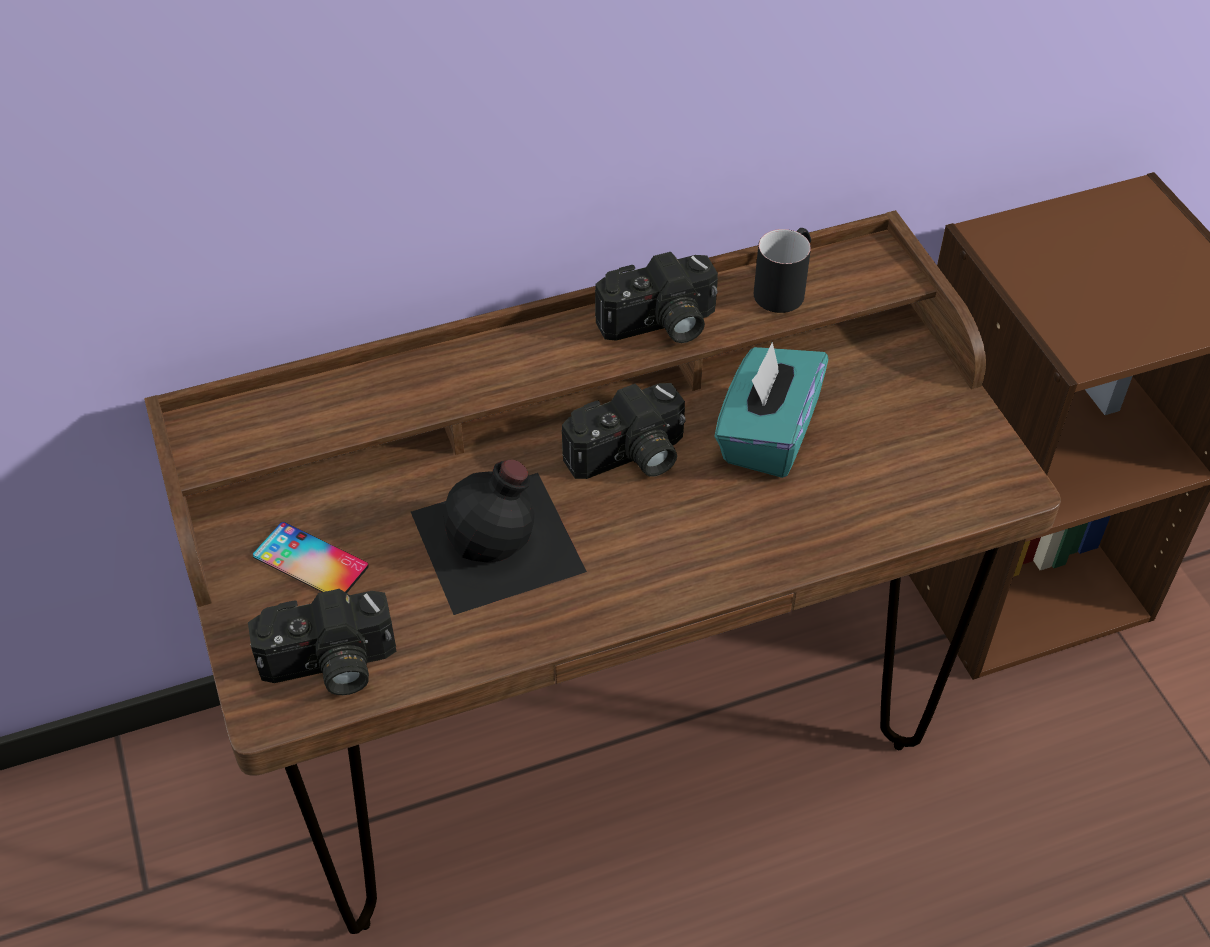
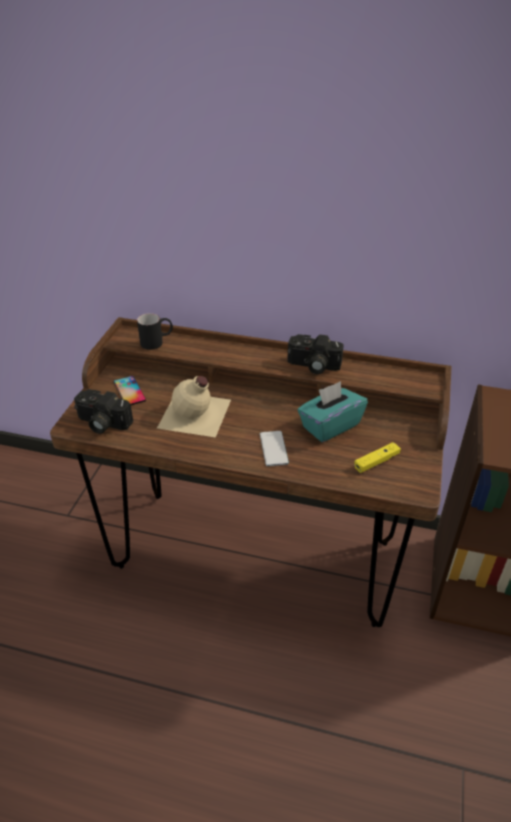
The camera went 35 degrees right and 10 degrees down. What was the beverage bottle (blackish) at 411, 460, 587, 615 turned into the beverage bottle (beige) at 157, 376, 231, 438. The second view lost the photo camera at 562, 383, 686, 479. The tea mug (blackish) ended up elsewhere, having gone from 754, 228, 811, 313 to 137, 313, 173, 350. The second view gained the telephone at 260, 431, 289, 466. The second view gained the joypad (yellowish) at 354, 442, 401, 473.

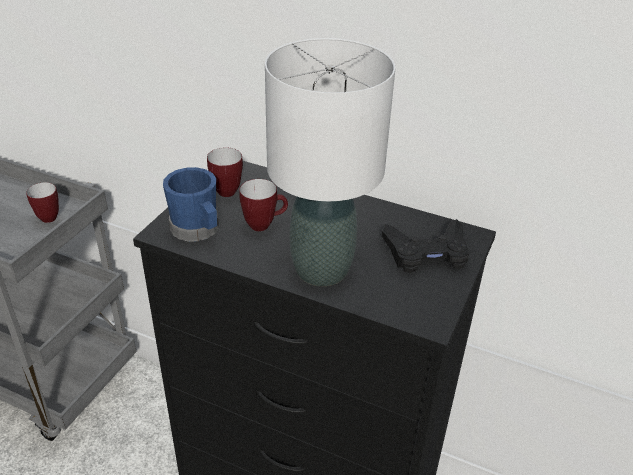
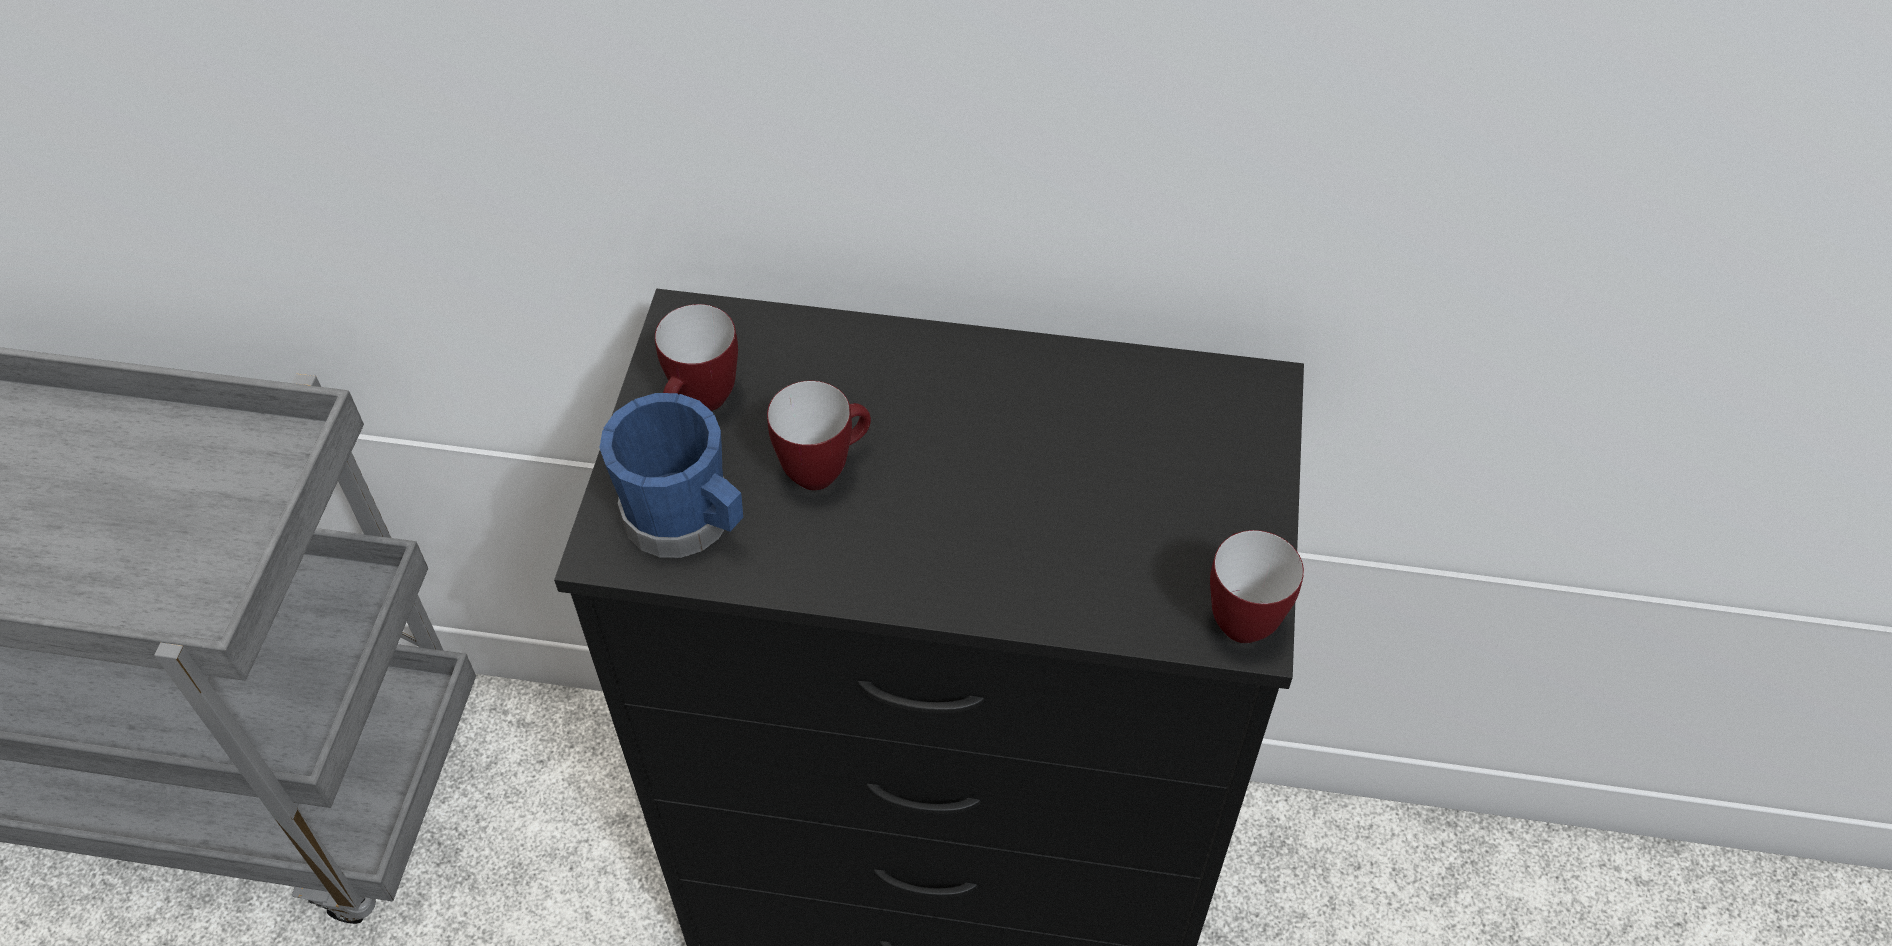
The camera went 15 degrees left and 15 degrees up. The tea mug ended up elsewhere, having gone from 26, 182, 59, 223 to 1210, 530, 1304, 643. The second view lost the lamp for a table (white-coloured) at 265, 38, 395, 286. The second view lost the joypad (blackish) at 382, 219, 470, 273.

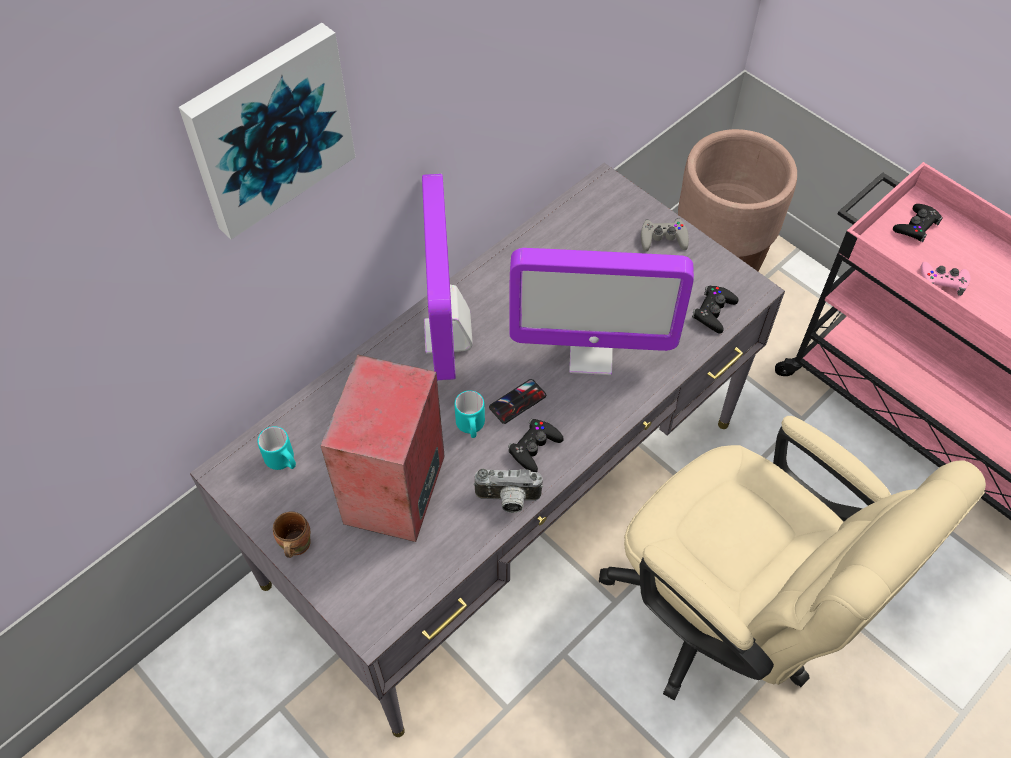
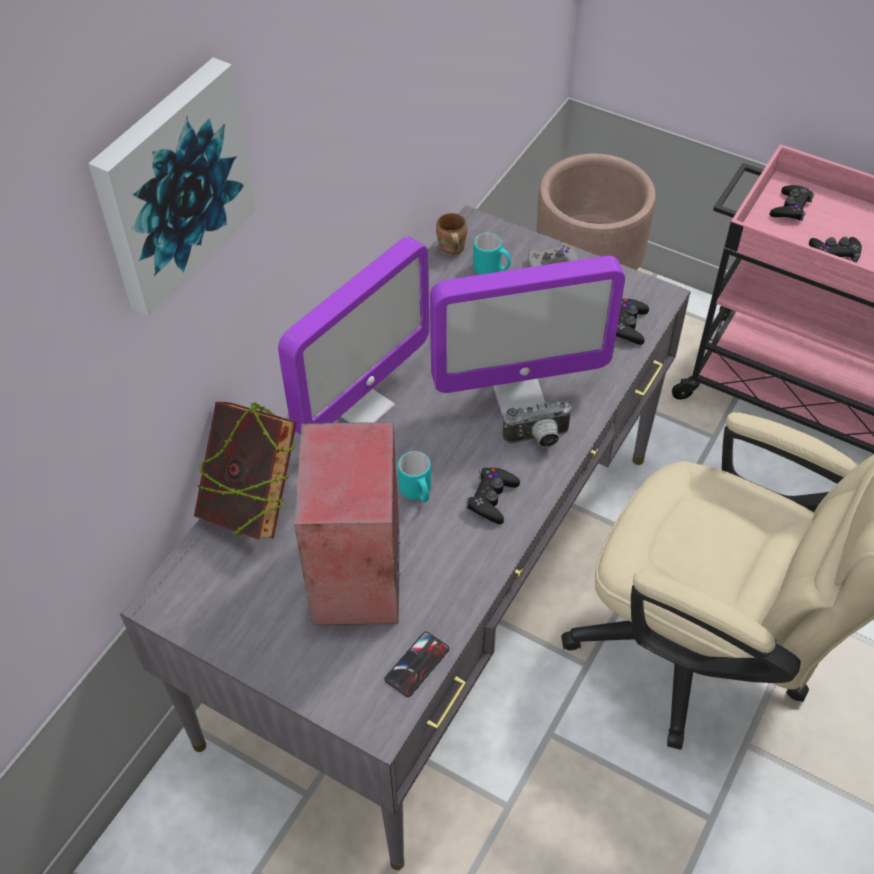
The camera went 15 degrees left and 5 degrees down. The tea mug (turquoise-coloured) ended up elsewhere, having gone from 257, 426, 296, 470 to 473, 233, 511, 275. The tea mug (brown-coloured) ended up elsewhere, having gone from 273, 511, 310, 558 to 436, 213, 467, 256. The computer screen at 422, 174, 473, 380 ended up facing another way, 120 degrees counterclockwise from before. The photo camera ended up elsewhere, having gone from 473, 469, 543, 513 to 503, 400, 573, 448. The telephone ended up elsewhere, having gone from 489, 379, 546, 424 to 384, 631, 449, 697. What was the joypad (pink-coloured) at 921, 262, 970, 296 turned into the joypad (blackish) at 809, 237, 862, 263. The second view gained the volume at 194, 402, 297, 540.

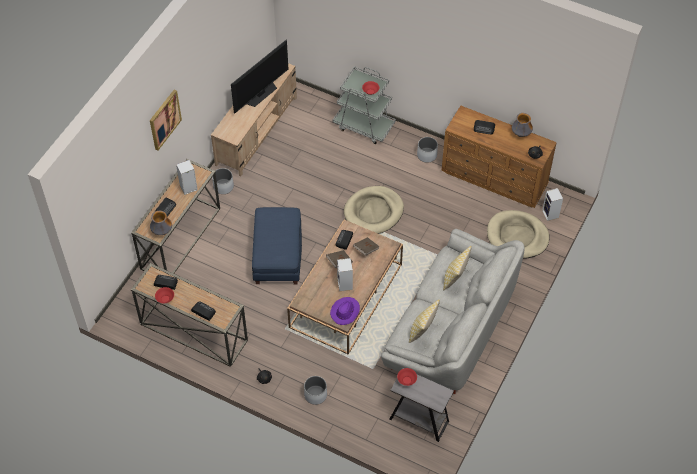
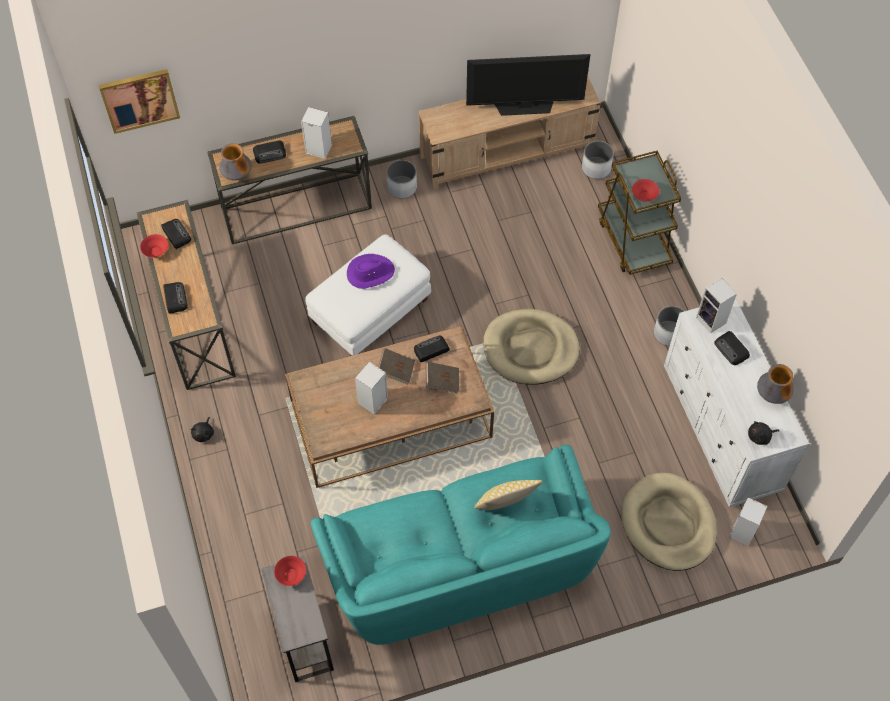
The camera went 45 degrees right and 5 degrees up. The picture ended up elsewhere, having gone from 150, 89, 182, 151 to 98, 69, 180, 134. What was the pouffe (bluish) at 252, 207, 302, 285 turned into the pouffe (white-coloured) at 305, 234, 431, 356. The plant pot (white-coloured) ended up elsewhere, having gone from 304, 376, 327, 405 to 582, 141, 614, 179. The wearable hat (purple-coloured) ended up elsewhere, having gone from 330, 297, 360, 325 to 347, 254, 395, 289. What was the trolley (grey) at 333, 66, 396, 144 turned into the trolley (brown-coloured) at 598, 150, 681, 275. What was the settee (grey) at 381, 229, 525, 394 turned into the settee (turquoise-coloured) at 311, 445, 611, 645. The second view lost the throw pillow at 409, 299, 440, 343. What was the dresser (brown-coloured) at 441, 105, 557, 208 turned into the dresser (white-coloured) at 664, 298, 809, 507. The second view gained the speaker at 696, 278, 737, 333.

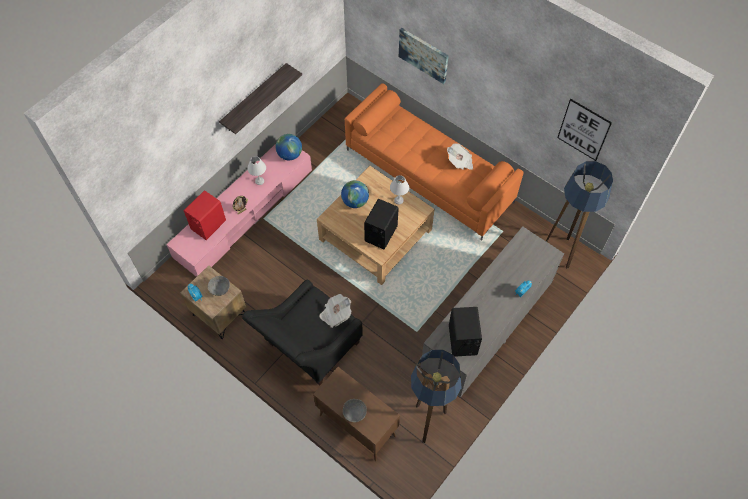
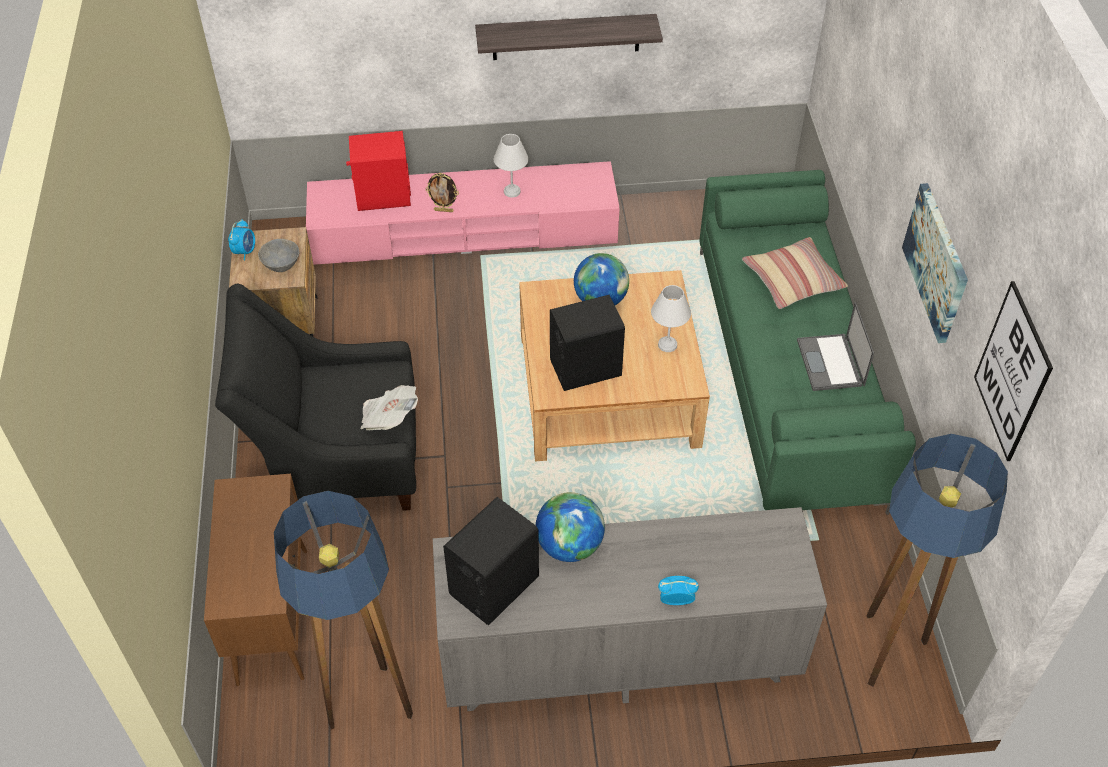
The camera went 45 degrees right and 10 degrees down. The world globe ended up elsewhere, having gone from 276, 134, 302, 160 to 536, 492, 605, 562. The second view lost the bowl (grey) at 343, 399, 367, 422. What was the settee (orange) at 345, 83, 524, 241 turned into the settee (green) at 699, 170, 916, 515. The picture ended up elsewhere, having gone from 399, 28, 449, 84 to 902, 183, 968, 343. Where the printed paper stood at 447, 143, 473, 170, the portable computer came to stand at 797, 302, 874, 391. The second view gained the throw pillow at 742, 237, 848, 309.

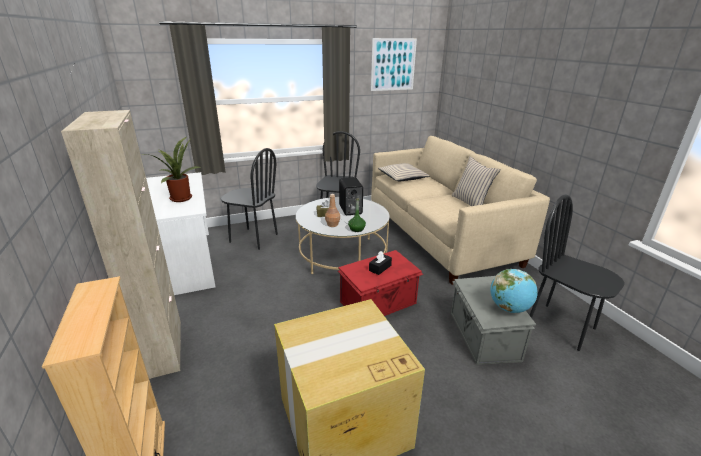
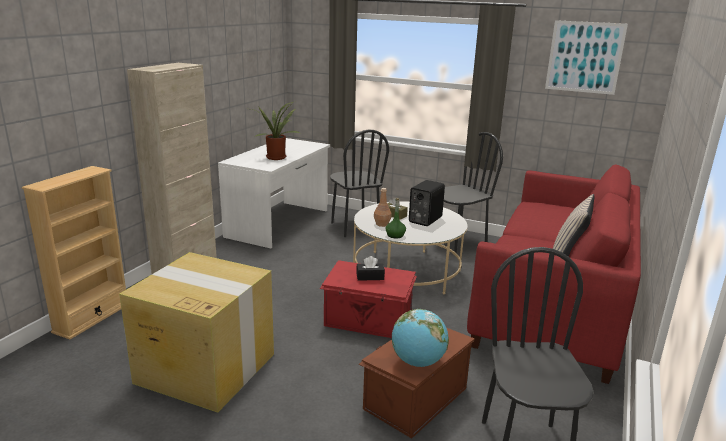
The camera went 45 degrees right and 5 degrees down. What was the settee (beige) at 371, 136, 550, 285 turned into the settee (reddish) at 467, 165, 641, 384. The second view lost the throw pillow (beige) at 378, 163, 430, 181. What was the storage bin (grey) at 451, 276, 536, 365 turned into the storage bin (brown-coloured) at 359, 328, 475, 439.

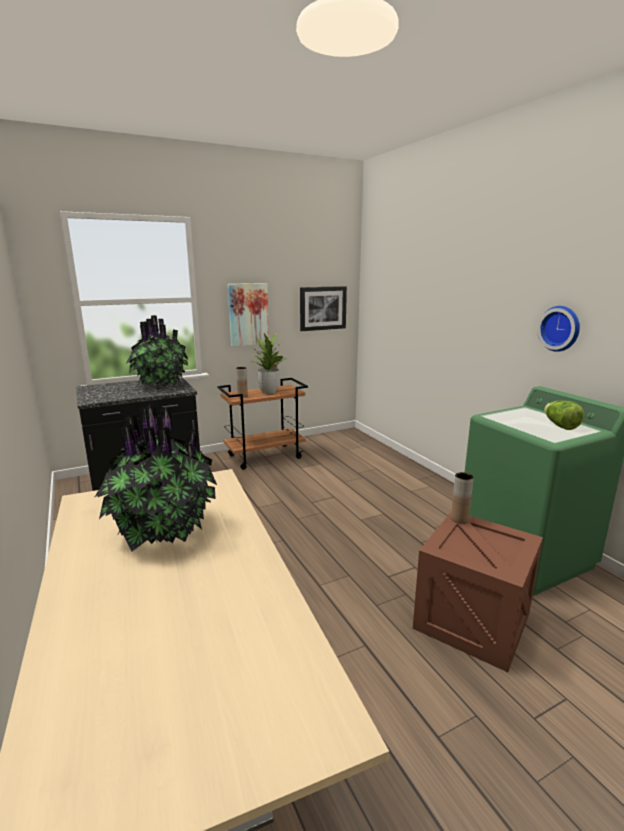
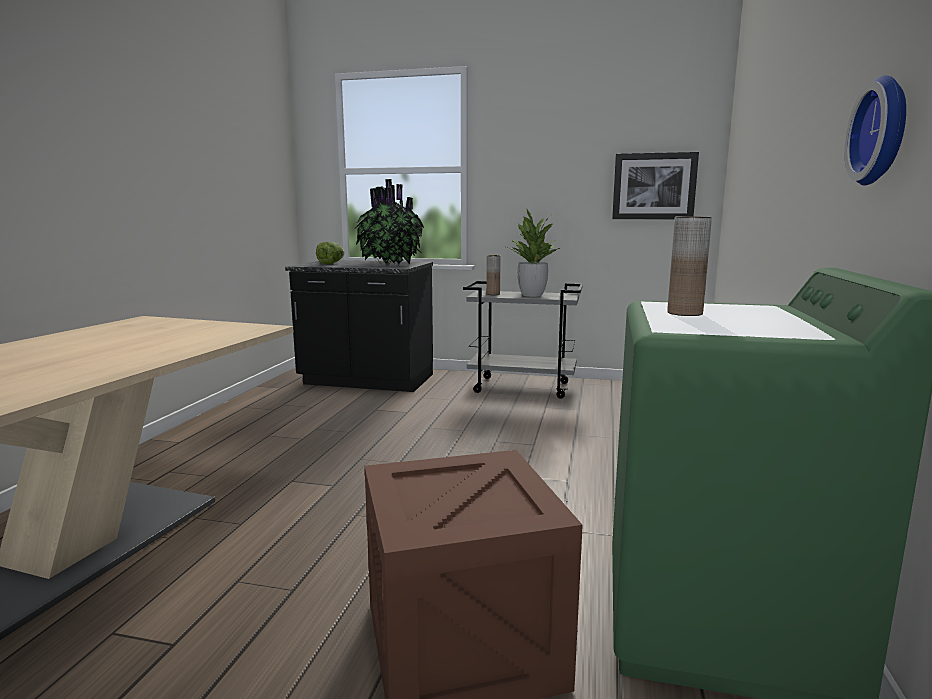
The camera went 40 degrees right and 5 degrees down. The second view lost the houseplant at 95, 403, 217, 552. What was the trolley (brown-coloured) at 217, 378, 308, 470 turned into the trolley (grey) at 463, 281, 583, 399. The second view lost the picture at 228, 283, 269, 347. The decorative vase (brown-coloured) ended up elsewhere, having gone from 451, 472, 474, 524 to 667, 217, 712, 316. The head of lettuce ended up elsewhere, having gone from 544, 401, 584, 430 to 316, 241, 345, 264.

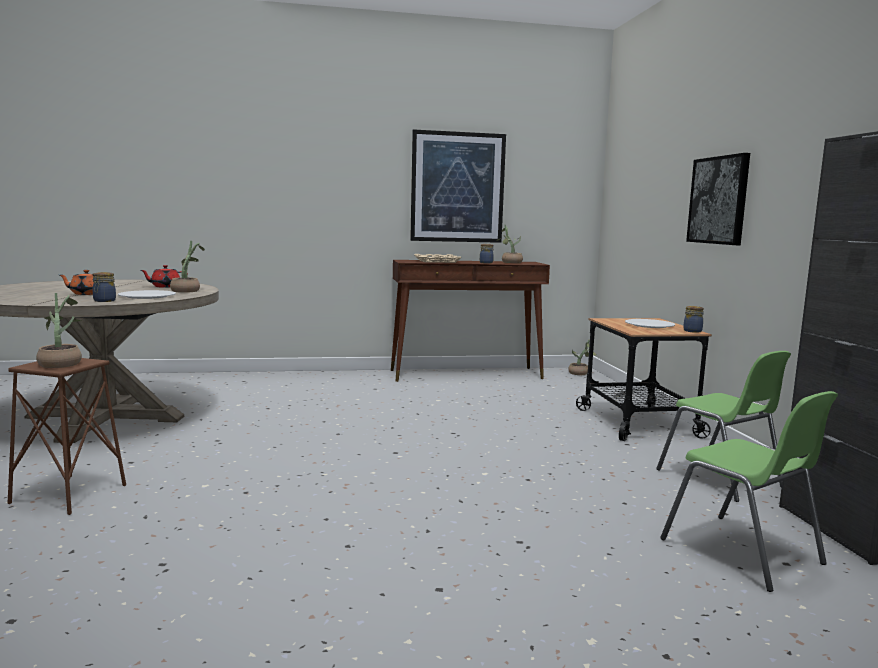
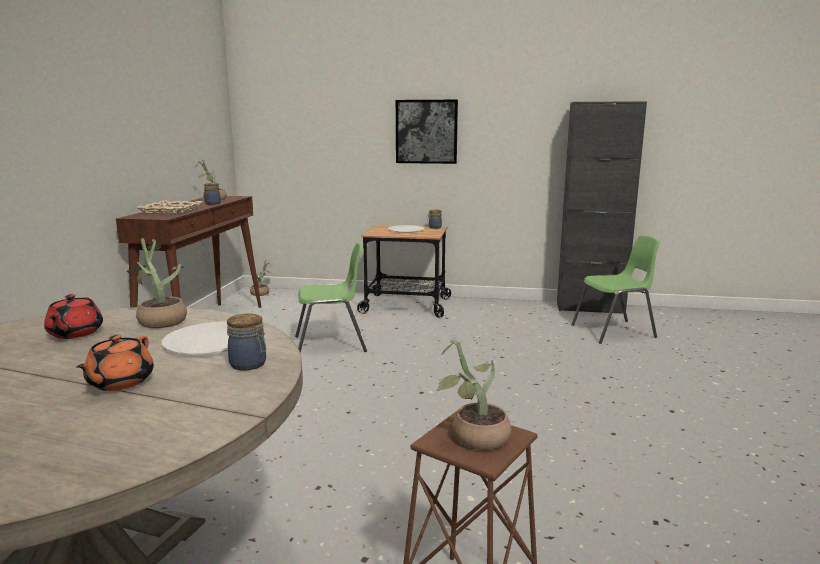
The camera went 70 degrees left and 5 degrees up. The second view lost the picture at 410, 129, 506, 243. The chair (green) ended up elsewhere, having gone from 656, 351, 791, 502 to 295, 242, 367, 353.

